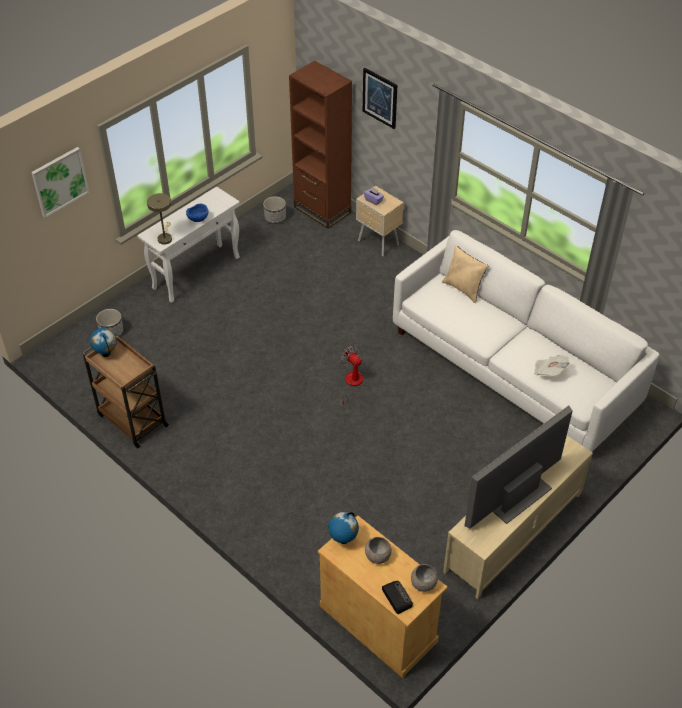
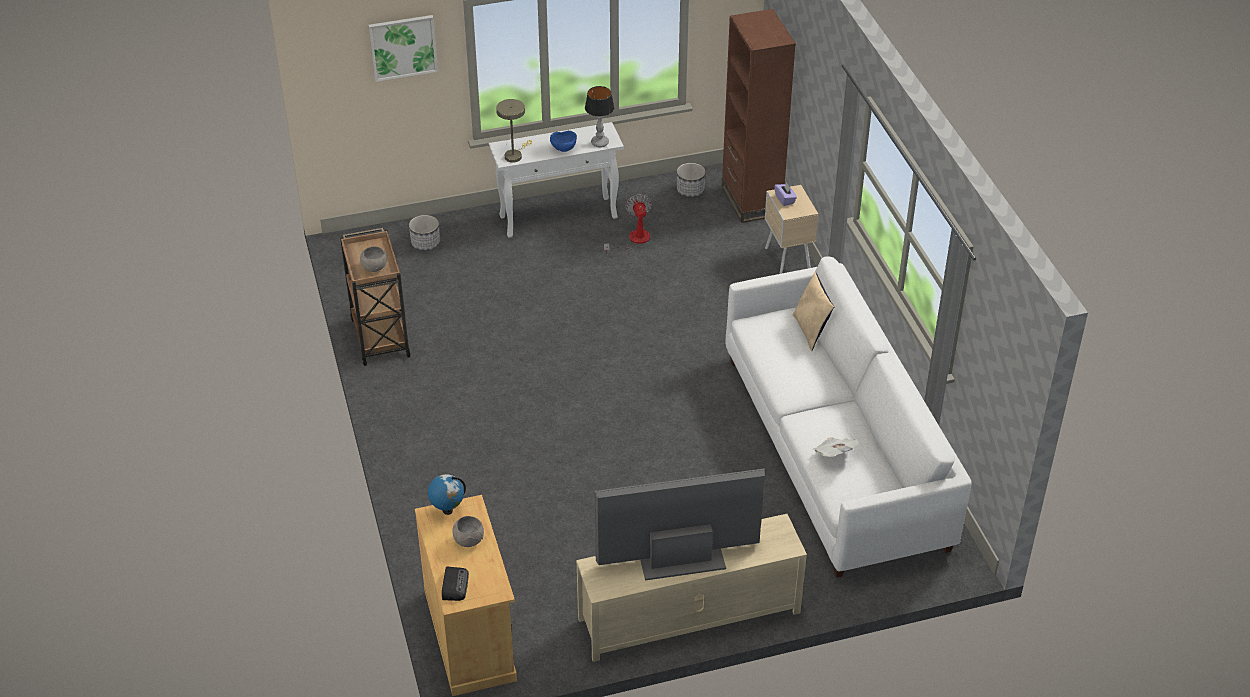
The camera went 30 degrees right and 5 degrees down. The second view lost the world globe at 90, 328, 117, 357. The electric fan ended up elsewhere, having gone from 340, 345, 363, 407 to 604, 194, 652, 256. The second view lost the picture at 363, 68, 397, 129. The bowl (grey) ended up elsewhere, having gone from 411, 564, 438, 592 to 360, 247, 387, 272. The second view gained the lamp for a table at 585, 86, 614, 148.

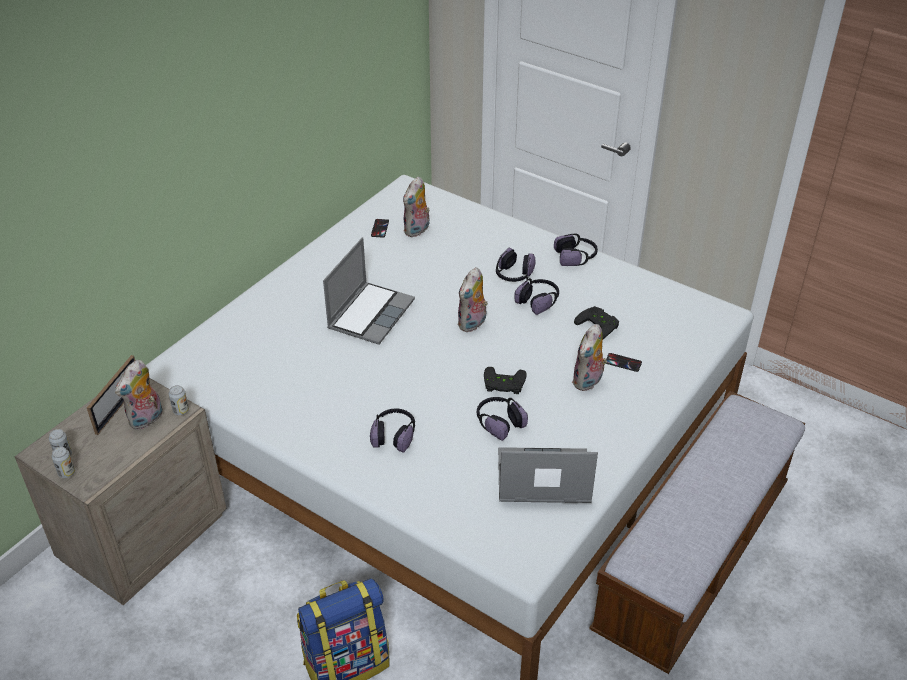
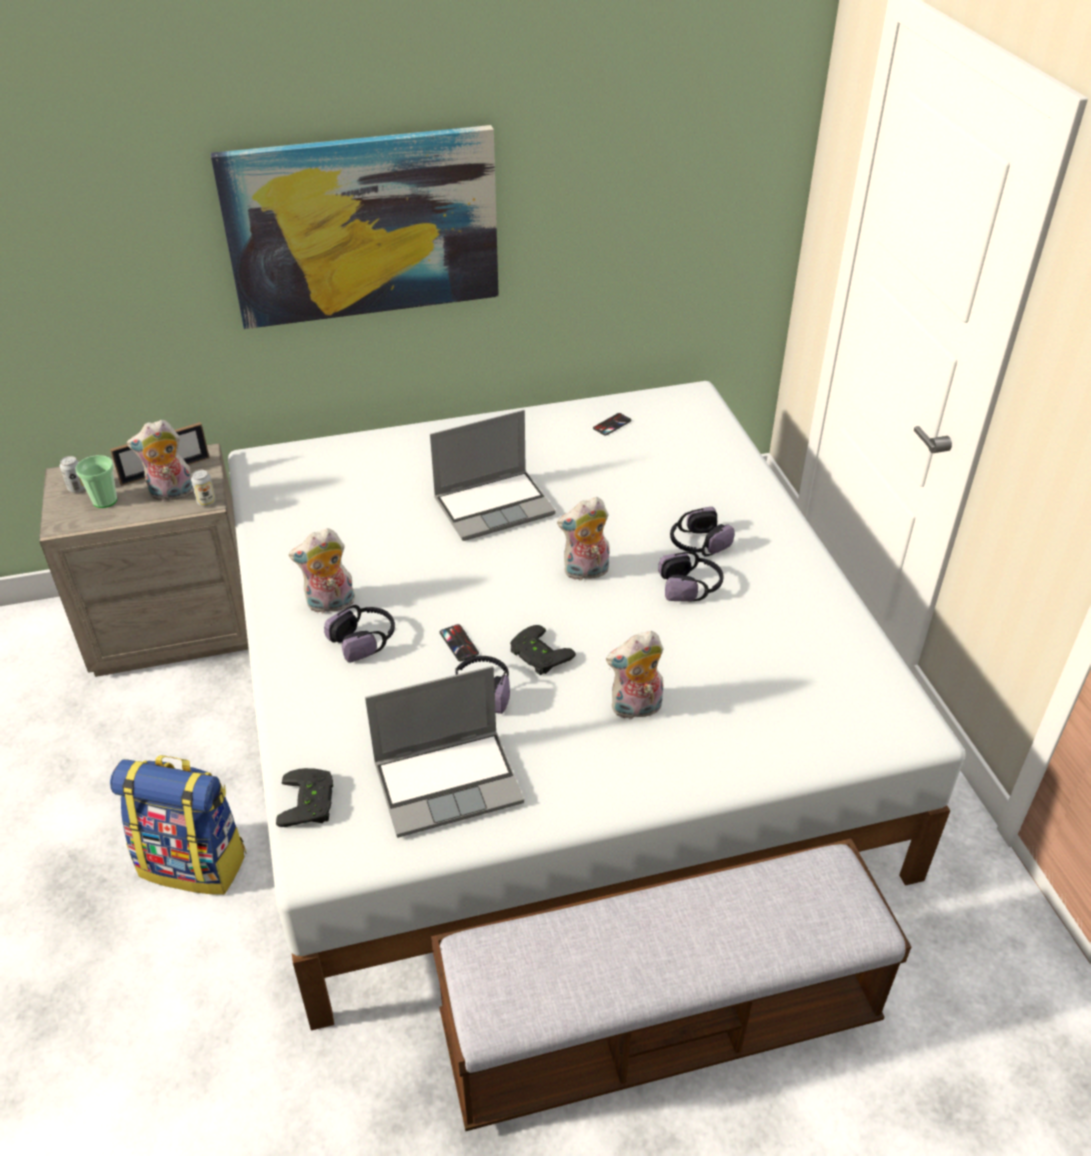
The camera went 40 degrees right and 0 degrees up. The second view lost the can at 51, 447, 75, 478. The cuddly toy ended up elsewhere, having gone from 403, 177, 430, 237 to 289, 528, 355, 613. The portable computer at 498, 447, 598, 503 ended up facing another way, 120 degrees clockwise from before. The second view lost the headphones at 554, 234, 598, 266. The joypad (blackish) ended up elsewhere, having gone from 574, 306, 619, 339 to 276, 768, 333, 827. The telephone ended up elsewhere, having gone from 606, 353, 642, 372 to 440, 624, 479, 662. The second view gained the drinking cup at 76, 455, 117, 508. The second view gained the picture at 210, 125, 499, 329.

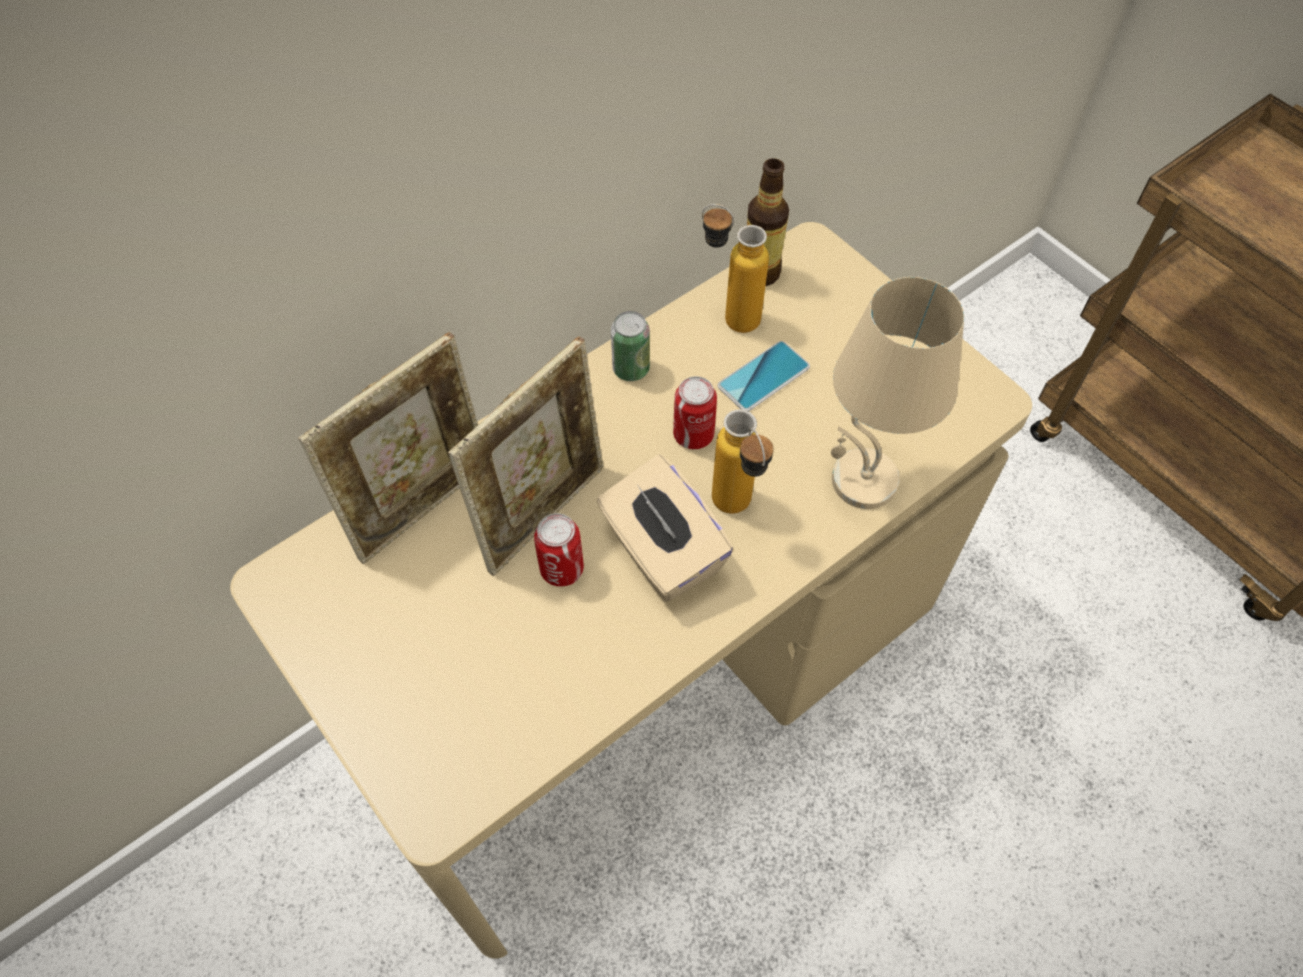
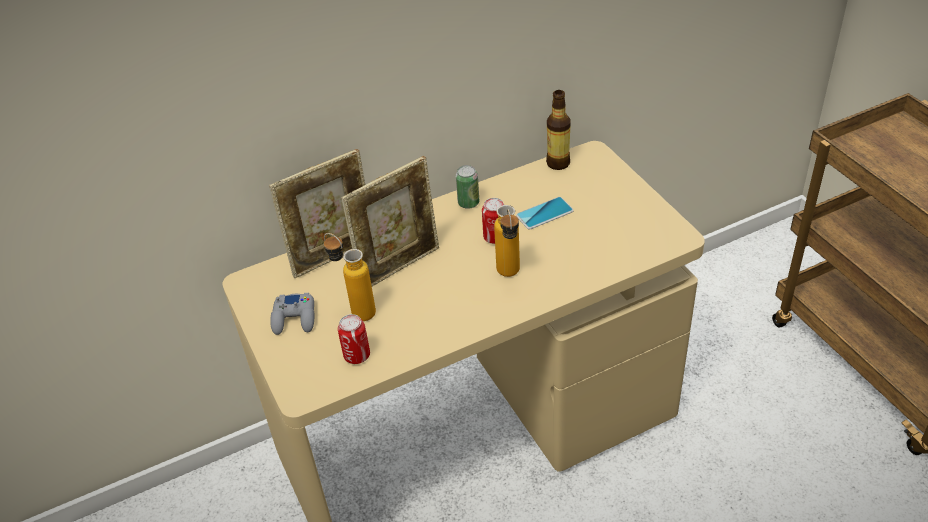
The camera went 15 degrees right and 15 degrees down. The can ended up elsewhere, having gone from 534, 513, 584, 587 to 338, 314, 370, 364. The second view lost the tissue holder (beige) at 597, 455, 734, 601. The beverage bottle ended up elsewhere, having gone from 702, 204, 769, 333 to 324, 233, 376, 321. The second view lost the lamp for a table (beige) at 831, 277, 964, 509. The second view gained the joypad (grey) at 270, 293, 314, 335.

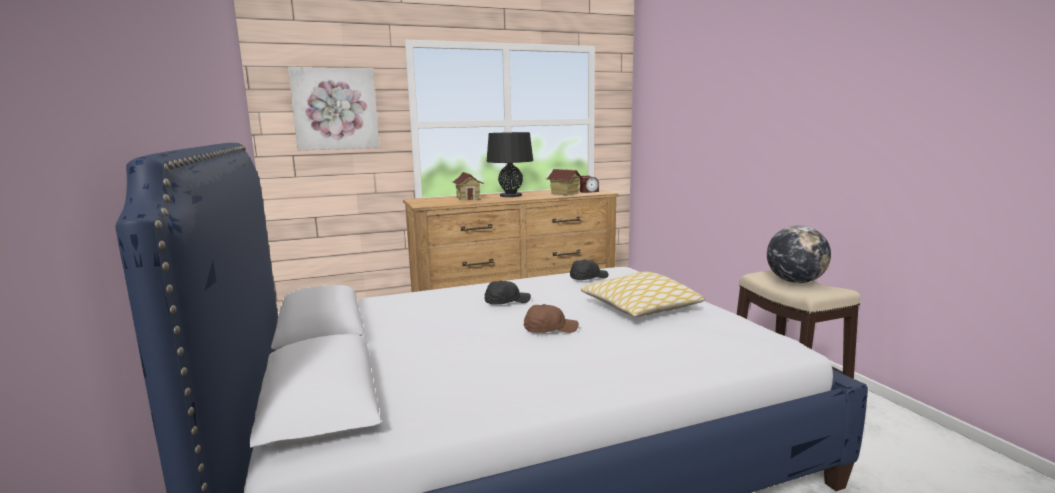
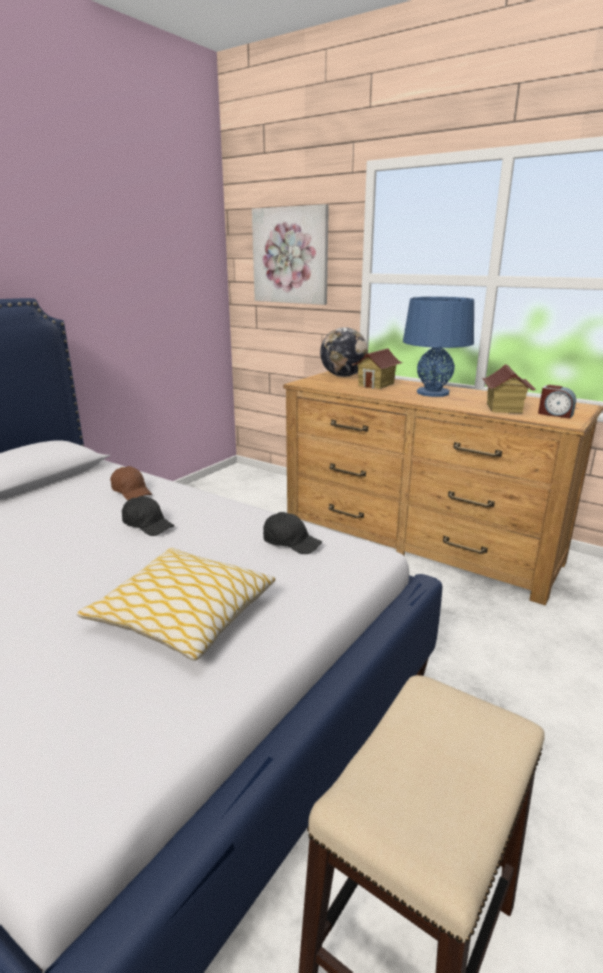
The camera went 55 degrees right and 10 degrees up. What was the lamp for a table (blackish) at 487, 132, 533, 197 turned into the lamp for a table (bluish) at 403, 297, 474, 397. The cap (brown-coloured) ended up elsewhere, having gone from 524, 304, 579, 333 to 110, 466, 152, 500. The world globe ended up elsewhere, having gone from 767, 225, 831, 283 to 320, 327, 368, 377.

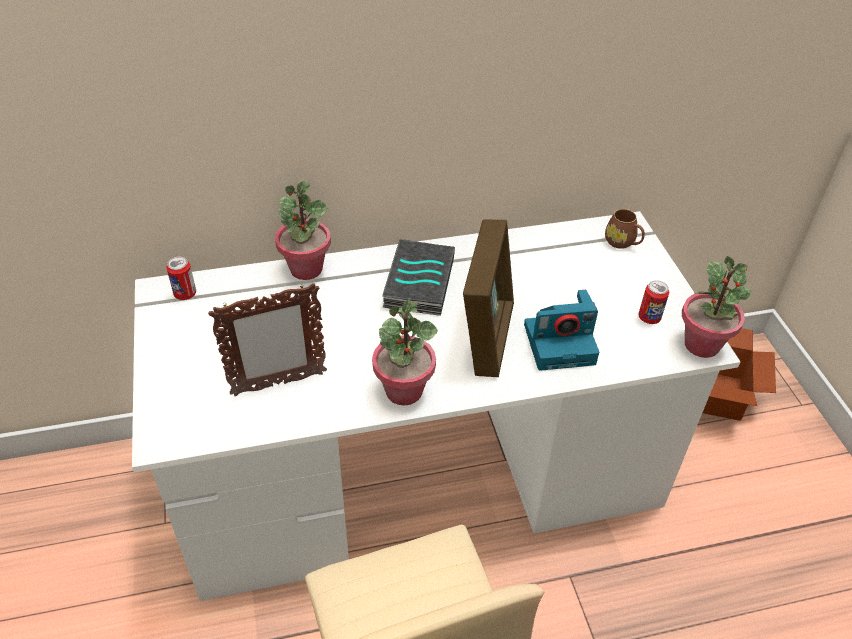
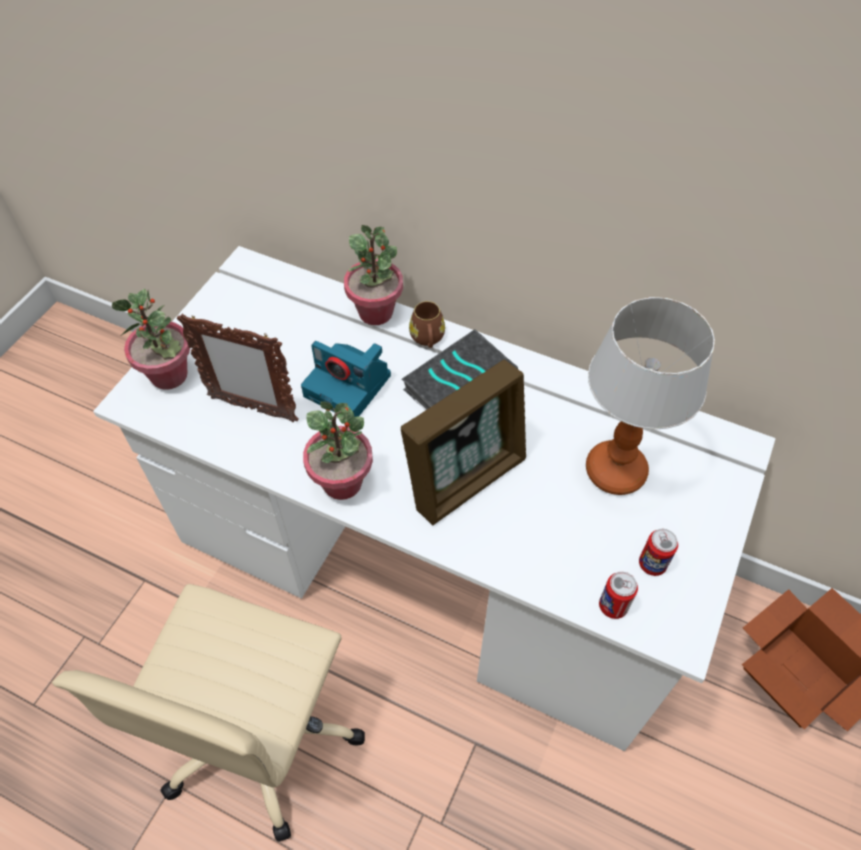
The camera went 40 degrees right and 10 degrees up. The can ended up elsewhere, having gone from 166, 257, 196, 300 to 599, 572, 638, 619. The photo camera ended up elsewhere, having gone from 524, 290, 599, 371 to 301, 341, 391, 417. The tea mug (brown-coloured) ended up elsewhere, having gone from 605, 209, 645, 249 to 409, 301, 445, 348. The houseplant ended up elsewhere, having gone from 682, 256, 751, 358 to 112, 289, 190, 390. The second view gained the lamp for a table at 586, 297, 715, 495.

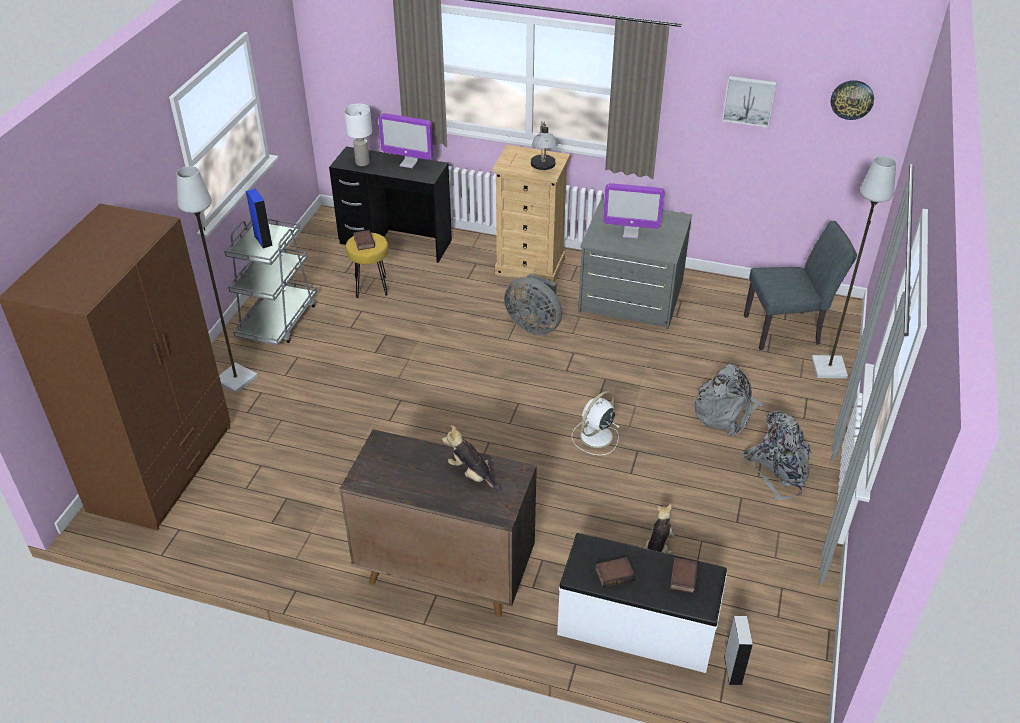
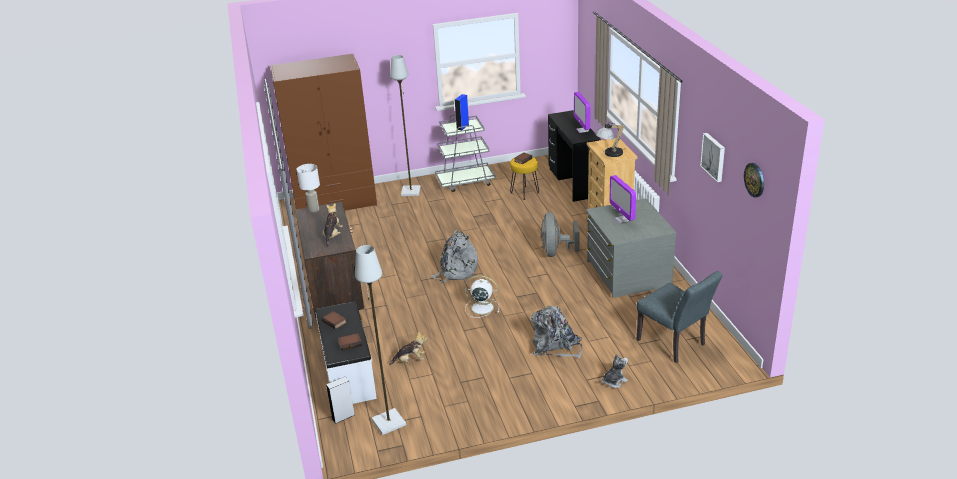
The camera went 60 degrees right and 10 degrees down. The lamp for a table (white-coloured) ended up elsewhere, having gone from 344, 104, 372, 166 to 296, 164, 320, 213. The backpack (grey) ended up elsewhere, having gone from 743, 411, 813, 501 to 431, 230, 478, 282. The standard lamp (grey) ended up elsewhere, having gone from 812, 156, 896, 379 to 355, 245, 406, 435. The second view gained the cuddly toy at 601, 354, 628, 388.

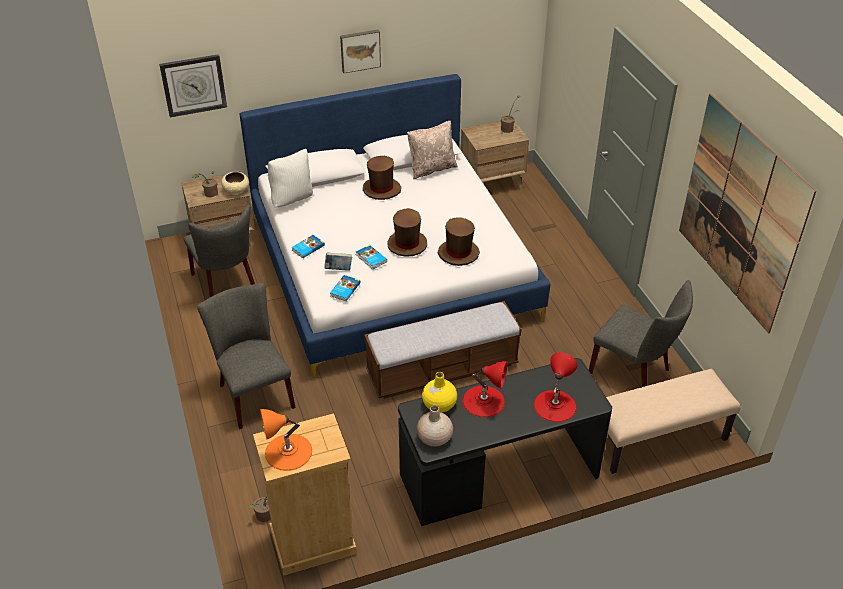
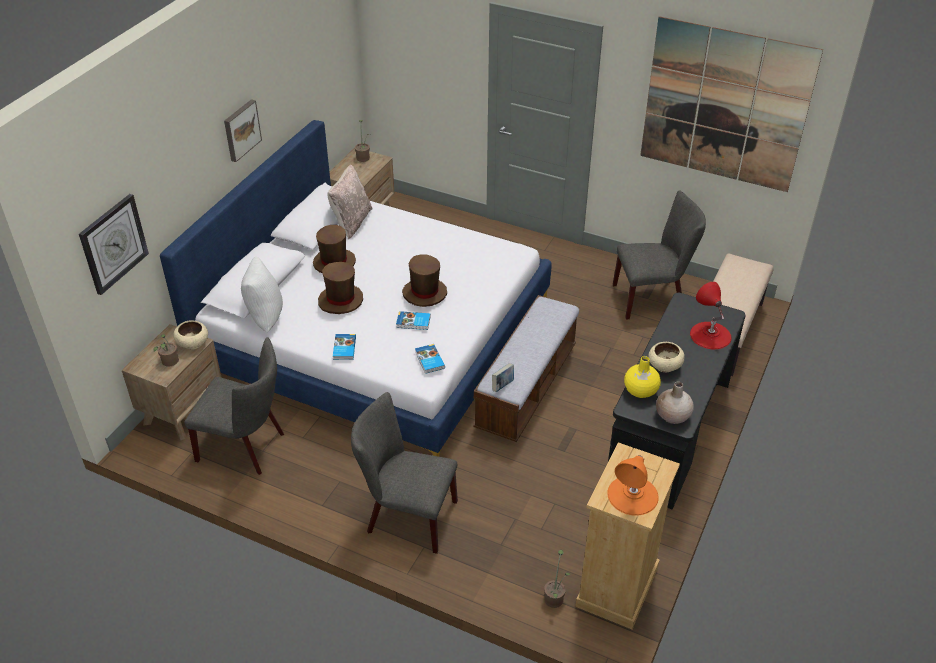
The camera went 45 degrees left and 0 degrees up. The volume ended up elsewhere, having gone from 324, 252, 352, 271 to 492, 363, 514, 392. The wearable hat (brown-coloured) ended up elsewhere, having gone from 438, 217, 480, 266 to 318, 262, 363, 314. Where the lamp for a table (reddish) stood at 463, 361, 508, 417, the bowl (beige) came to stand at 648, 342, 685, 372.

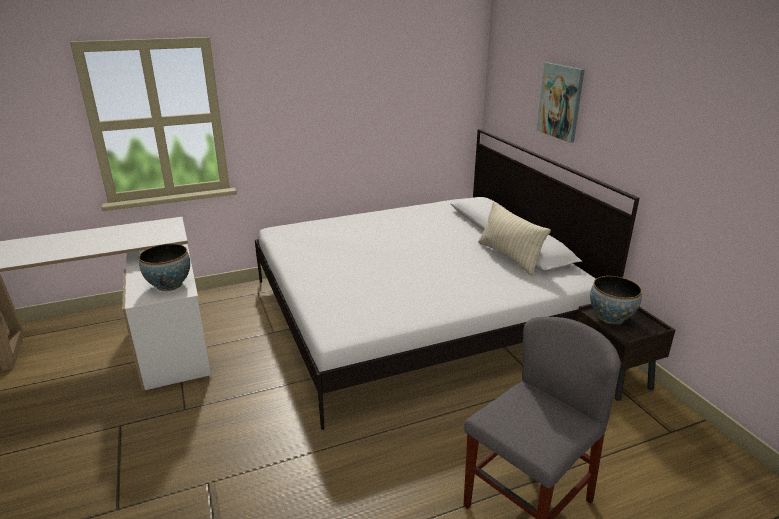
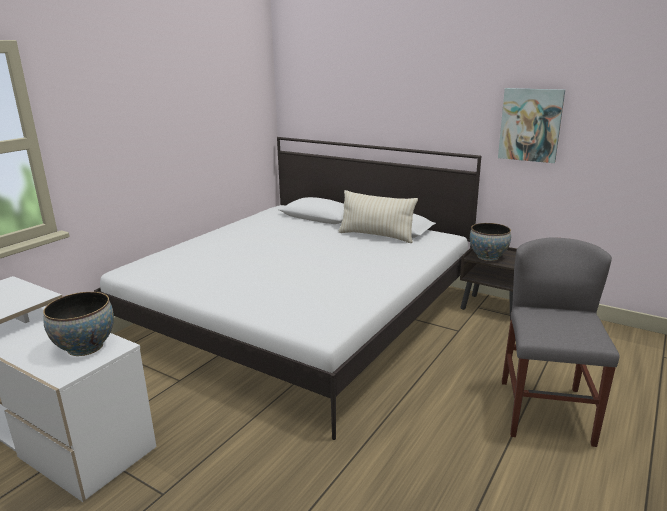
The camera went 35 degrees left and 5 degrees down. The picture ended up elsewhere, having gone from 537, 62, 585, 143 to 498, 88, 565, 163.

